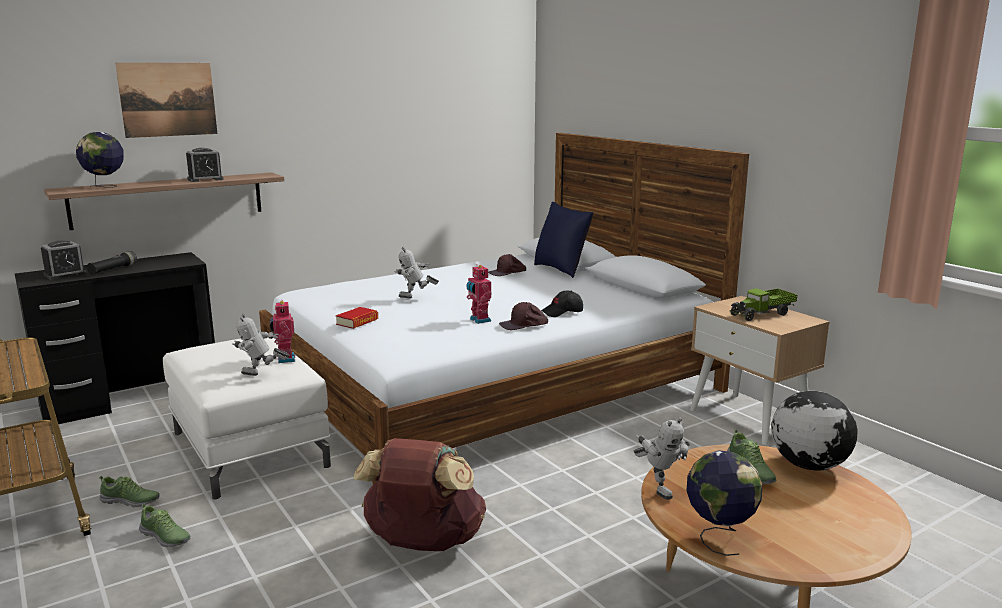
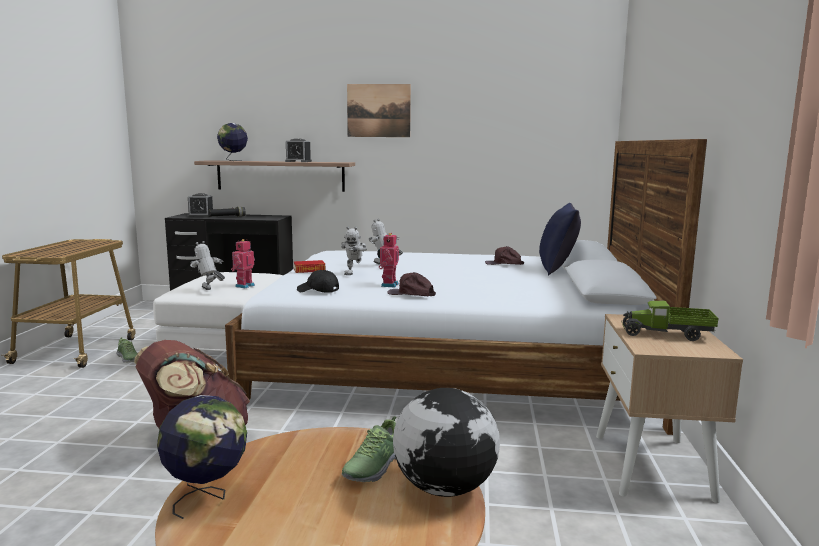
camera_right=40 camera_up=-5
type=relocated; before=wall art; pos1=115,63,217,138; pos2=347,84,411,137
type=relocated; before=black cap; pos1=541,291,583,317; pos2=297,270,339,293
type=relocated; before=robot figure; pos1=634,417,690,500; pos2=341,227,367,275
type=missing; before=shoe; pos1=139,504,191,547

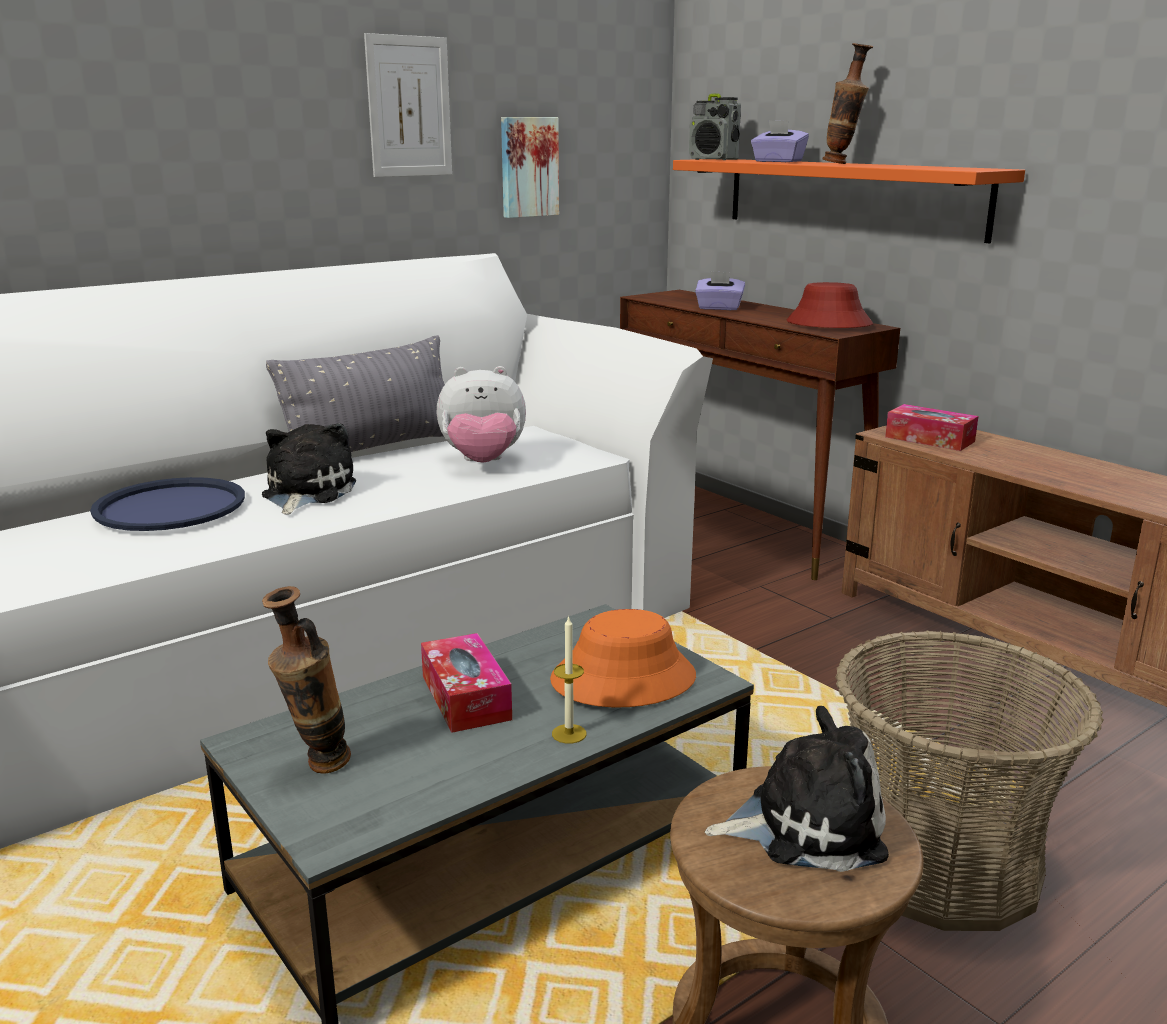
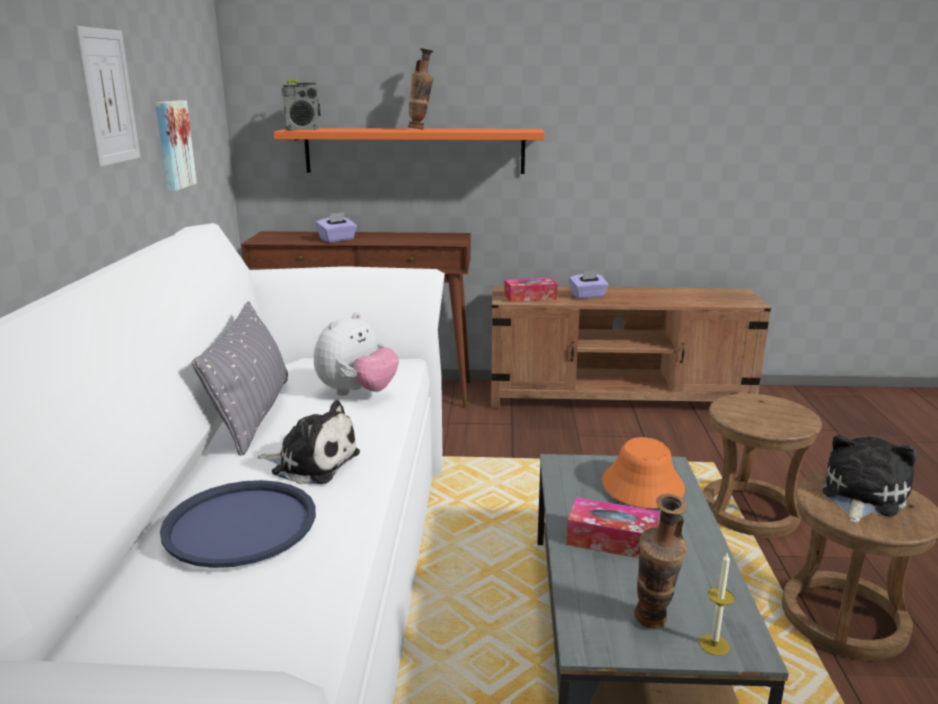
camera_right=-50 camera_up=0
type=relocated; before=purple tissue box; pos1=751,120,809,162; pos2=569,271,609,299
type=missing; before=red-coloured clothing hat; pos1=786,282,873,328
type=spun; before=soft toy; pos1=262,423,356,515; pos2=257,400,360,484; turn=150
type=relocated; before=wax candle; pos1=552,615,586,744; pos2=699,552,735,656
type=exchanged; before=storage basket; after=brown-coloured sitting stool; pos1=835,631,1104,931; pos2=703,394,822,538

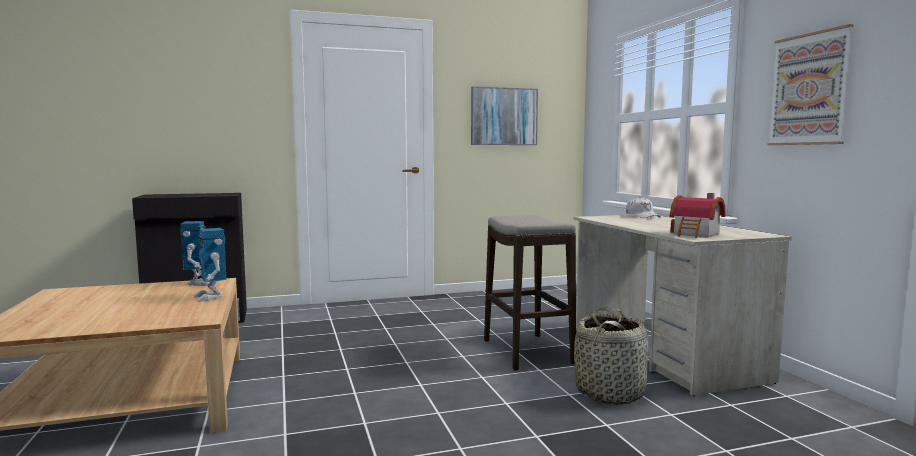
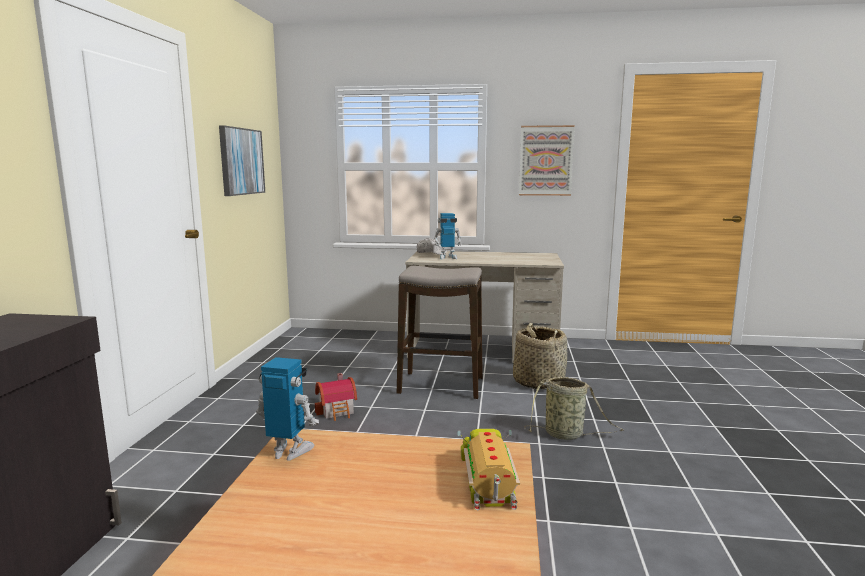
camera_right=-65 camera_up=5
type=relocated; before=model house; pos1=670,193,726,238; pos2=315,373,357,421
type=relocated; before=robot figure; pos1=194,228,227,302; pos2=434,213,462,259
type=appeared; after=storage basket; pos2=524,377,623,440
type=appeared; after=toy lorry; pos2=457,429,520,511

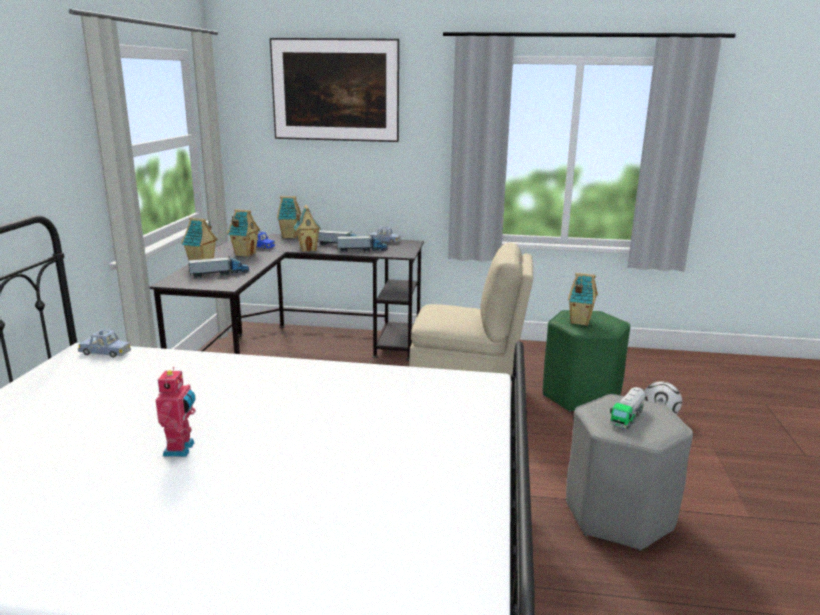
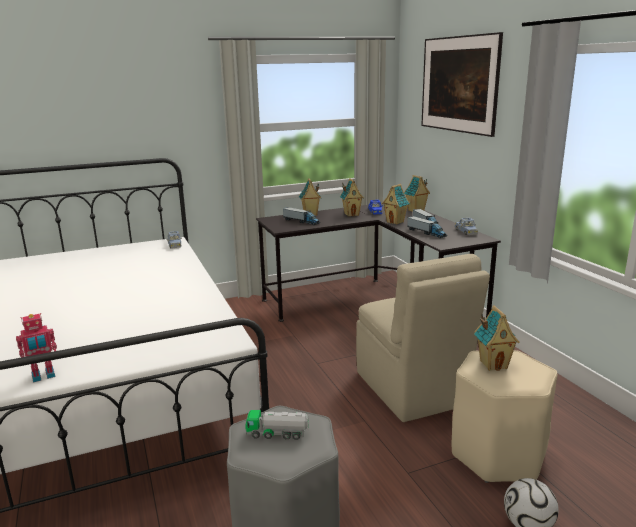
camera_right=60 camera_up=0
type=colour; before=green sitting stool; after=beige sitting stool; pos1=543,310,630,412; pos2=452,350,557,483
type=relocated; before=robot figure; pos1=156,367,196,457; pos2=16,313,57,383

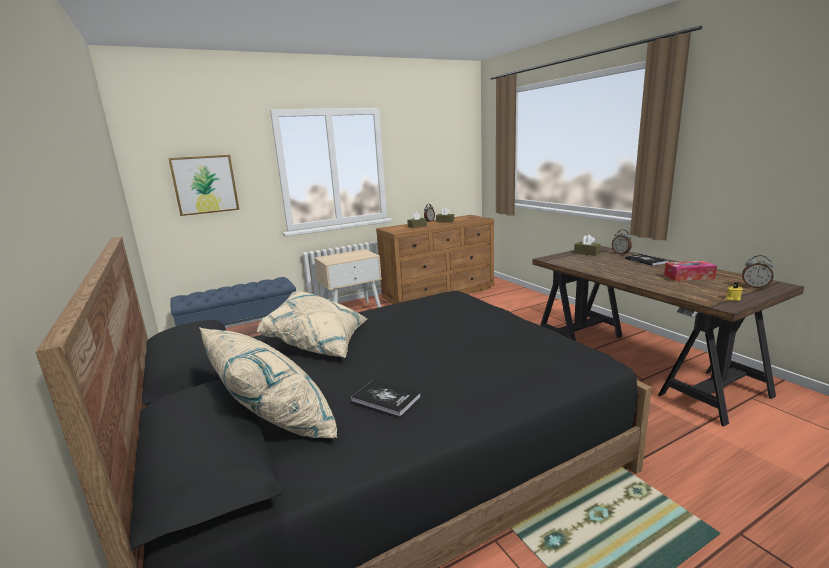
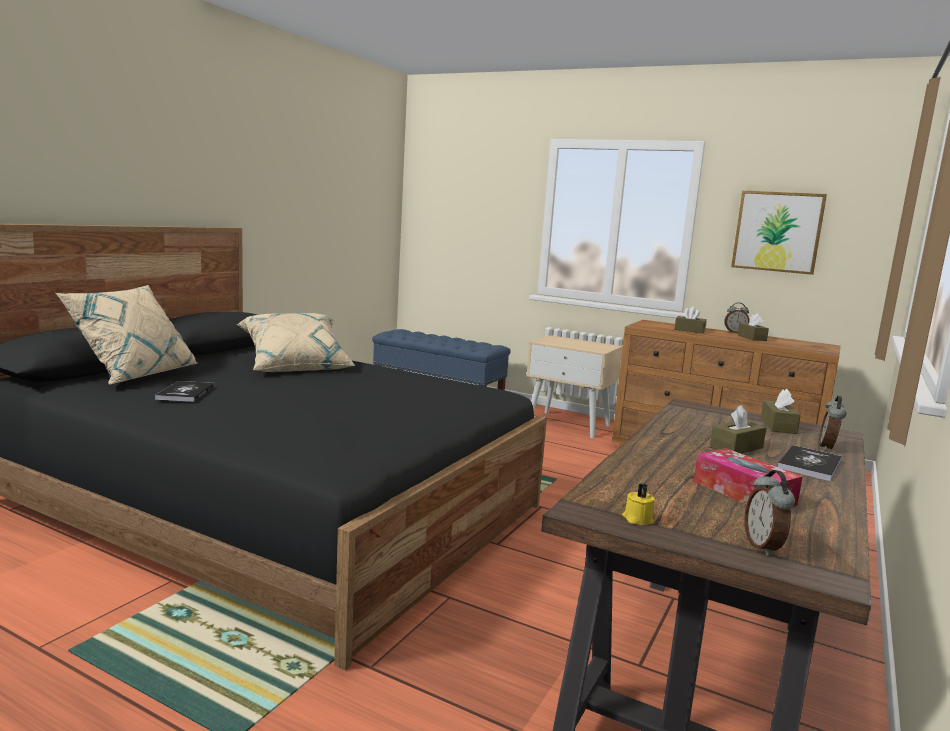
camera_right=55 camera_up=-5
type=relocated; before=wall art; pos1=168,155,239,216; pos2=731,191,827,275
type=appeared; after=brown-coloured tissue box; pos2=710,405,766,454

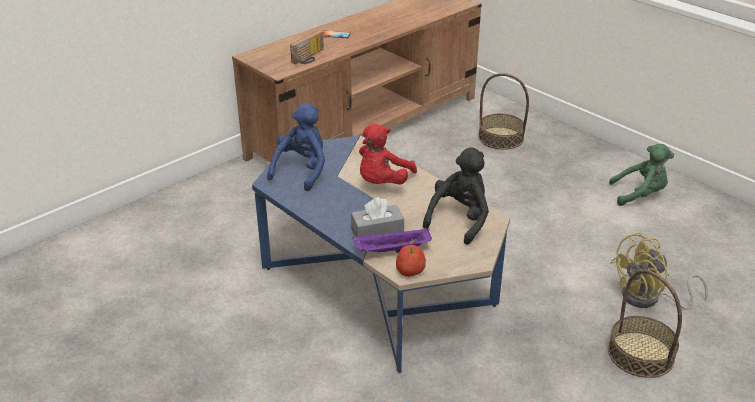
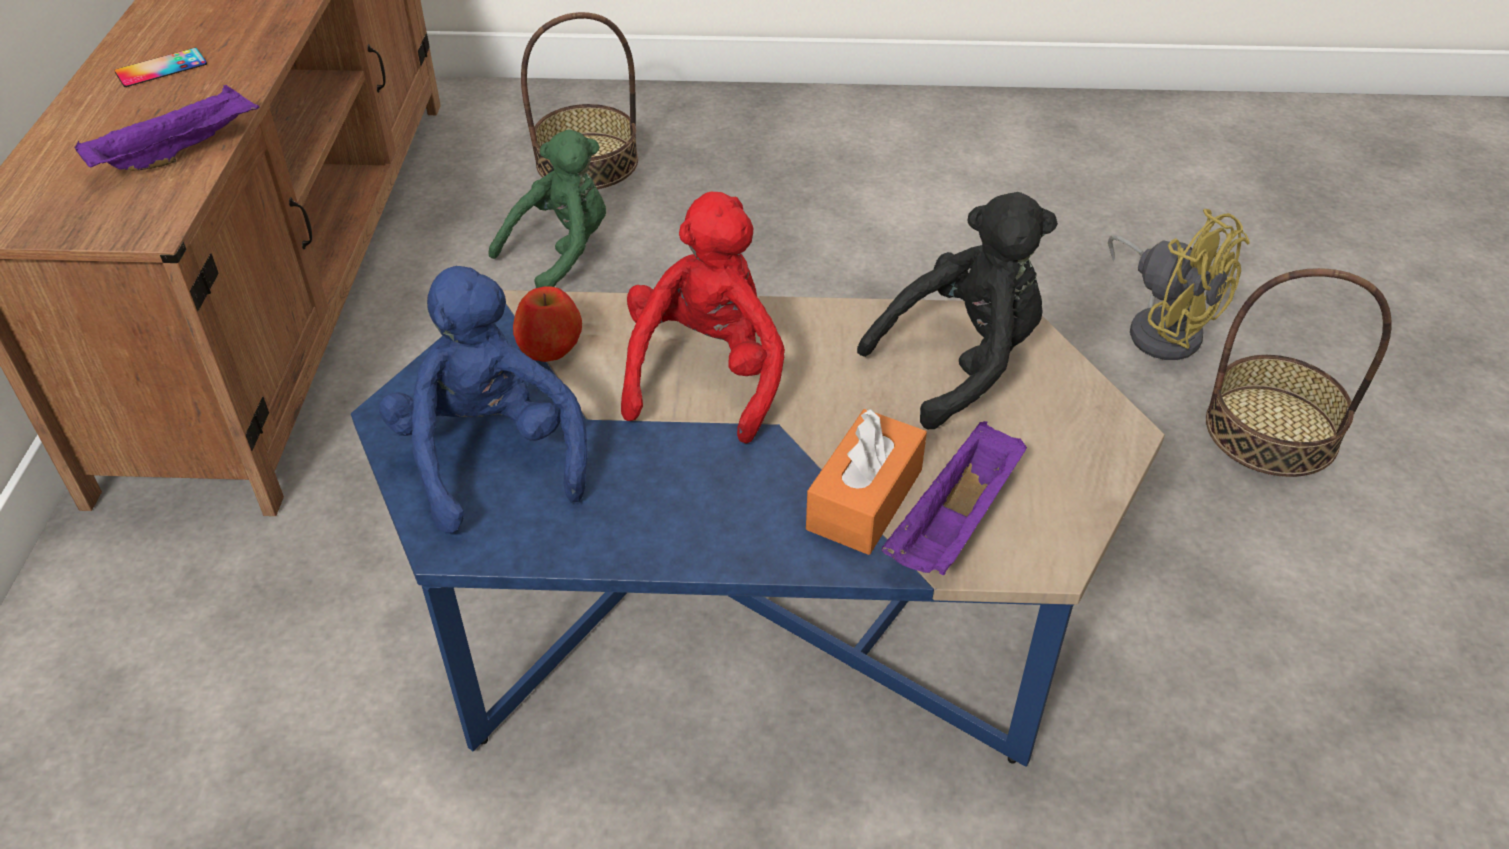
camera_right=-45 camera_up=10
type=exchanged; before=radio set; after=purple serving tray; pos1=290,30,324,64; pos2=75,85,260,171
type=spun; before=red-coloured soft toy; pos1=359,124,417,184; pos2=621,192,785,444; turn=-150
type=relocated; before=green soft toy; pos1=609,144,674,206; pos2=488,129,606,288
type=spun; before=black soft toy; pos1=423,147,489,245; pos2=857,192,1058,429; turn=75
type=colour; before=gray tissue box; after=orangey tissue box; pos1=351,197,404,237; pos2=806,409,927,555
type=spun; before=yellow cooling fan; pos1=610,233,708,310; pos2=1108,209,1250,360; turn=-60
type=relocated; before=apple fruit; pos1=396,245,426,277; pos2=513,287,582,362

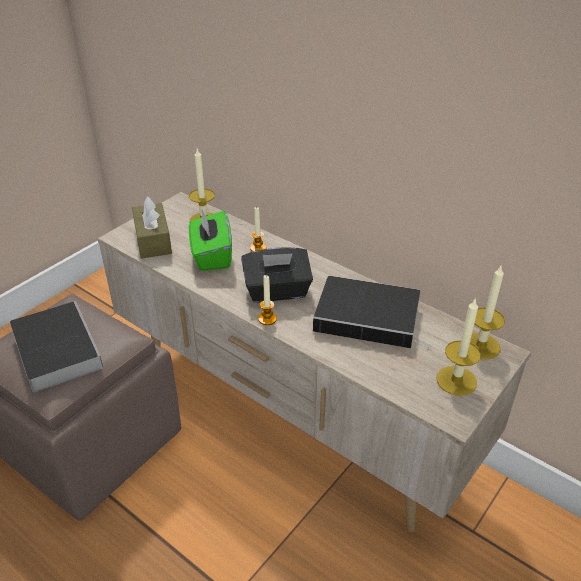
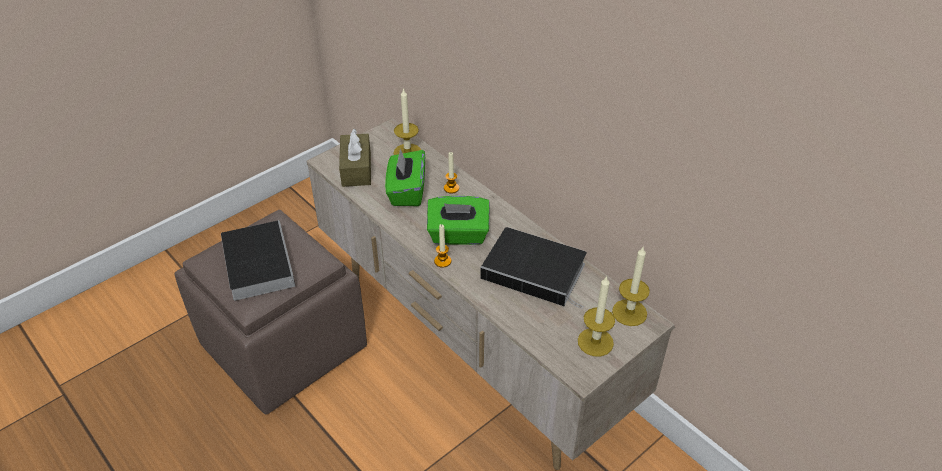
camera_right=10 camera_up=5
type=colour; before=black tissue box; after=green tissue box; pos1=241,247,313,302; pos2=427,196,490,245

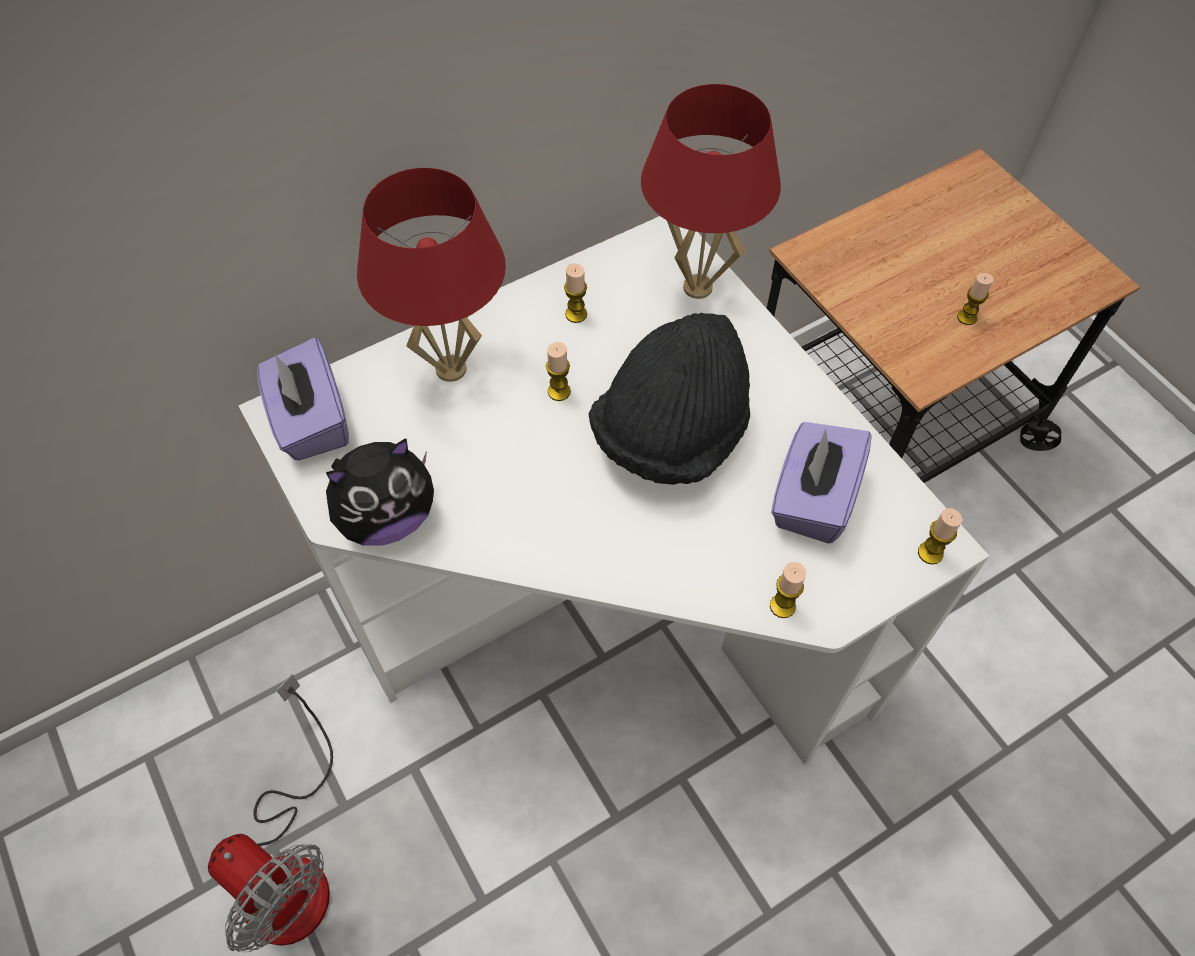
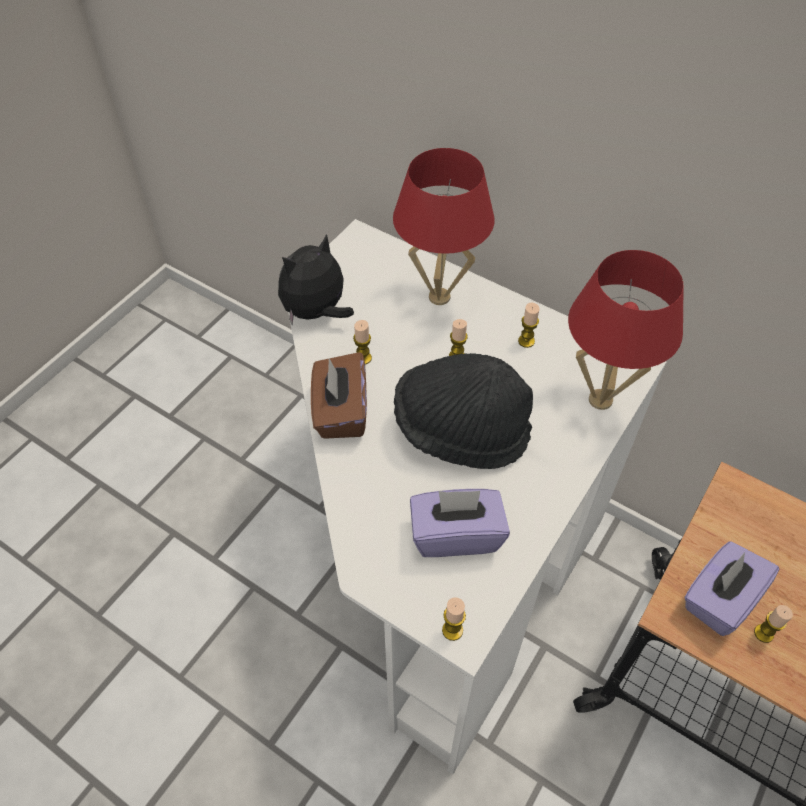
camera_right=65 camera_up=-5
type=relocated; before=purple tissue box; pos1=257,338,349,460; pos2=684,541,779,636
type=spun; before=soft toy; pos1=326,439,434,546; pos2=278,234,354,326; turn=105
type=relocated; before=wax candle; pos1=770,562,806,618; pos2=353,320,372,365
type=missing; before=cooling fan; pos1=208,674,333,952
type=appeared; after=brown-coloured tissue box; pos2=311,352,367,439

